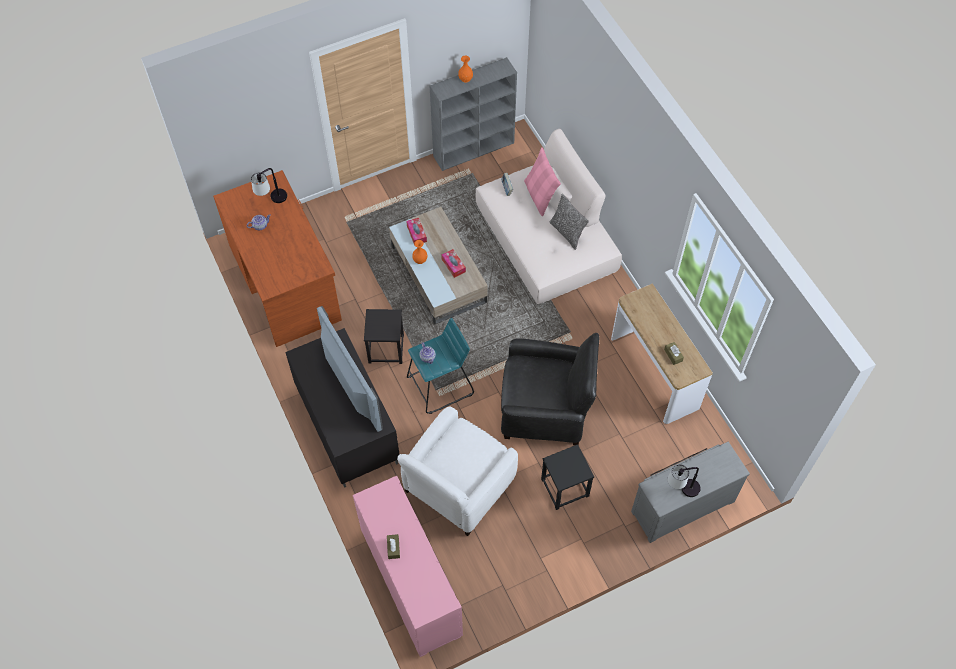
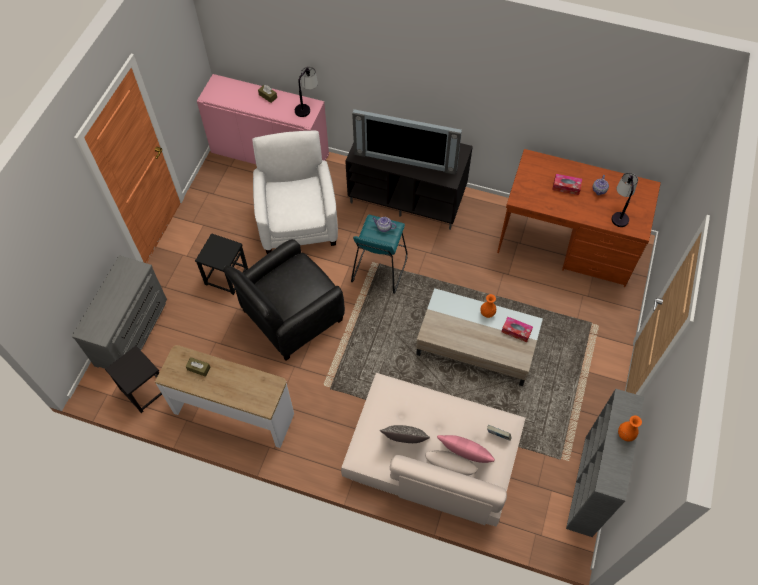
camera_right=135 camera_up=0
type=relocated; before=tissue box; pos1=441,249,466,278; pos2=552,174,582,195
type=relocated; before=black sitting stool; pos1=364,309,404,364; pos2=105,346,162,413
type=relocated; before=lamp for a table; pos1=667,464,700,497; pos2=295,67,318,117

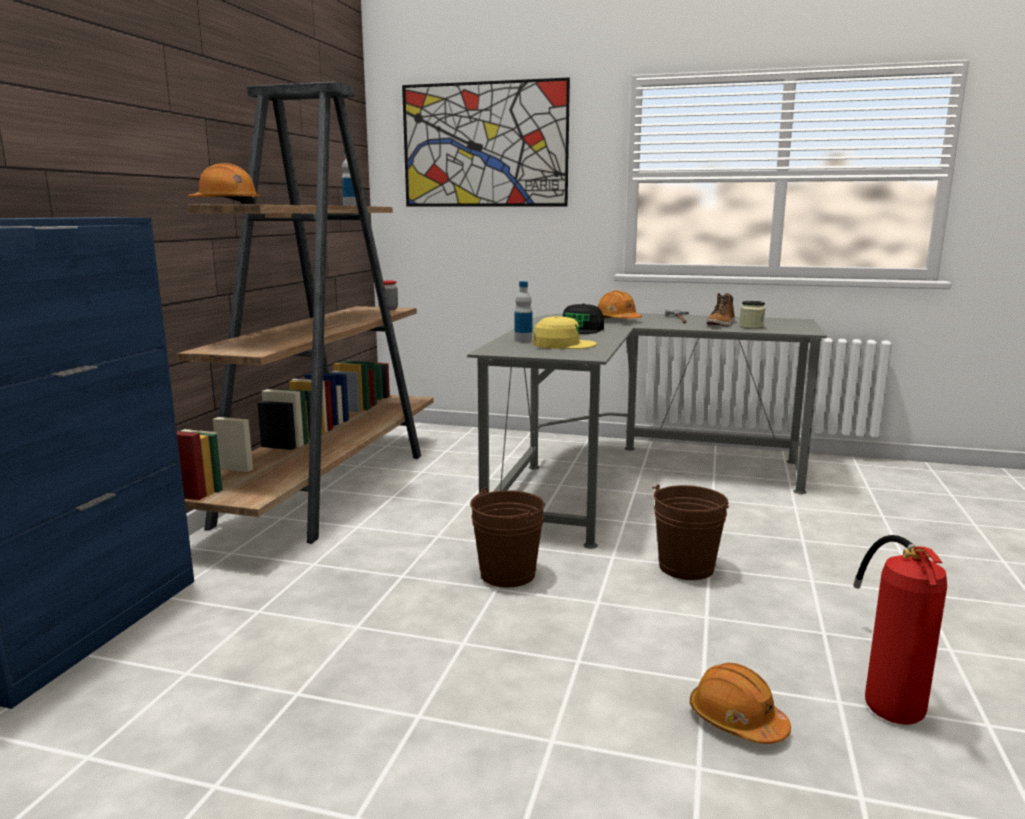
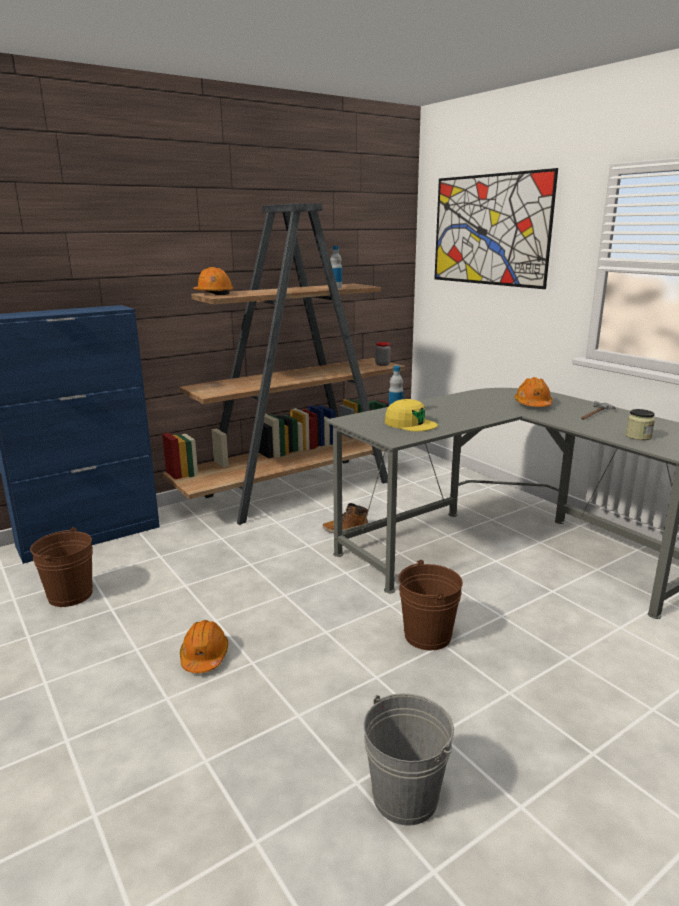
camera_right=40 camera_up=5
type=relocated; before=tall boot; pos1=706,293,735,326; pos2=322,503,368,533
type=missing; before=black cap; pos1=563,304,604,334
type=relocated; before=brown-coloured bucket; pos1=470,488,545,587; pos2=30,527,93,607
type=exchanged; before=fire extinguisher; after=gray bucket; pos1=853,535,947,725; pos2=364,693,454,825
type=relocated; before=orangey safety helmet; pos1=690,663,791,744; pos2=180,620,228,673

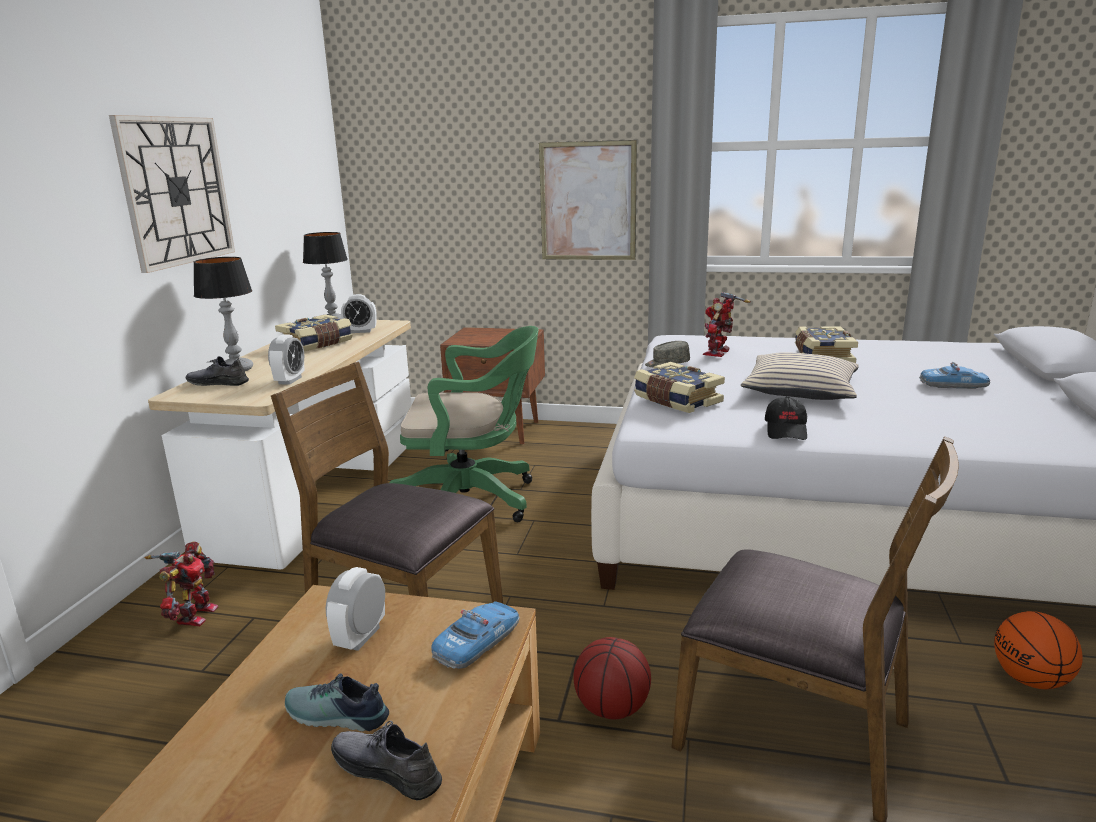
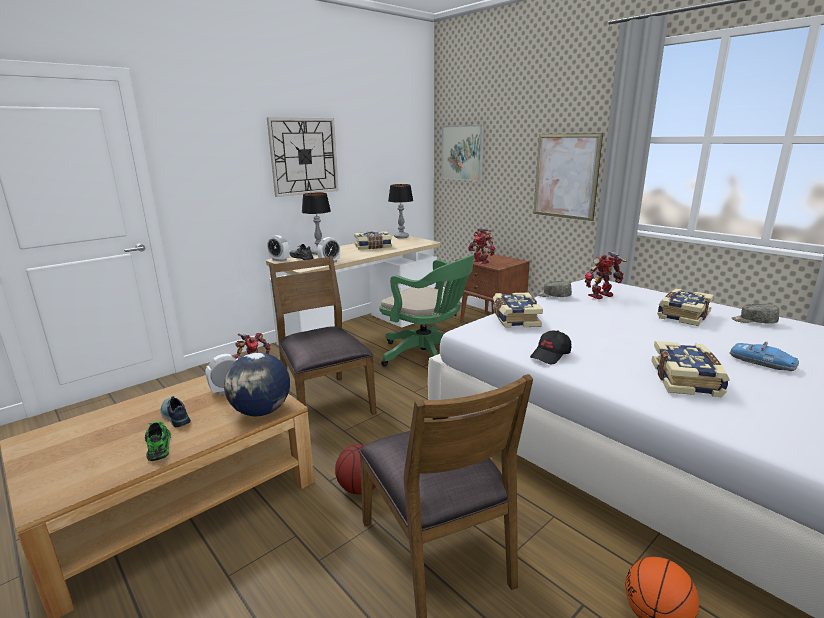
camera_right=35 camera_up=0
type=relocated; before=table clock; pos1=341,294,377,333; pos2=267,235,289,262
type=missing; before=beige throw pillow; pos1=741,352,859,400
type=exchanged; before=model car; after=world globe; pos1=431,601,519,669; pos2=224,352,290,416
type=colour; before=gray shoe; after=green shoe; pos1=331,721,442,801; pos2=145,421,171,461
type=appeared; after=wall art; pos2=442,125,484,182
type=appeared; after=robot figure; pos2=468,229,495,264
type=appeared; after=gray cap; pos2=732,304,779,324
type=appeared; after=volume; pos2=651,341,730,397

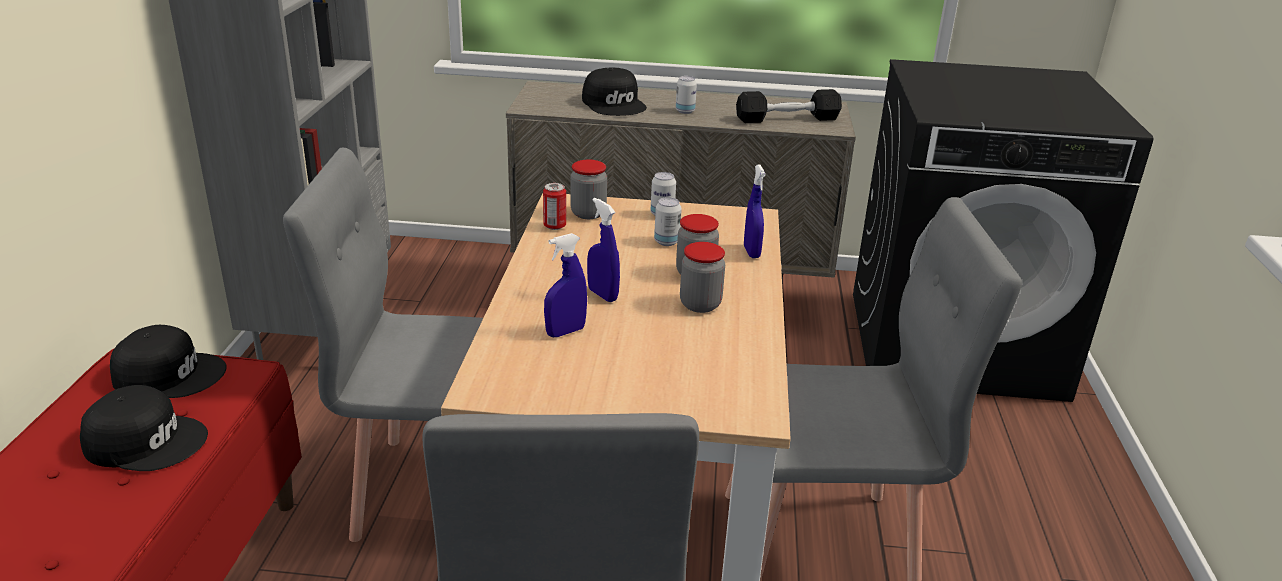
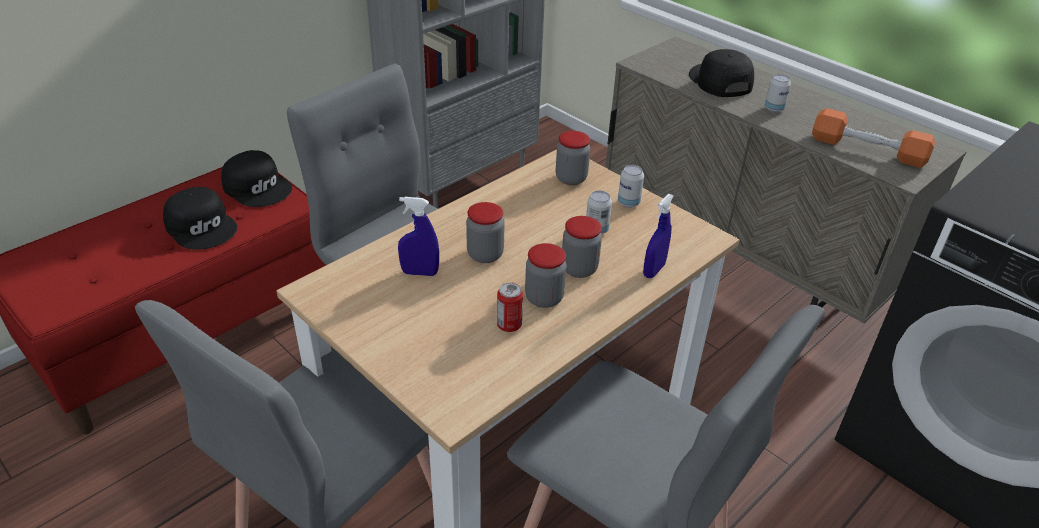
camera_right=40 camera_up=10
type=spun; before=black cap; pos1=582,67,647,116; pos2=689,49,754,97; turn=150
type=colour; before=black hand weight; after=orangey hand weight; pos1=736,89,842,123; pos2=812,108,935,168
type=relocated; before=can; pos1=543,183,566,230; pos2=497,283,523,332
type=exchanged; before=bluish hand sprayer; after=storage jar; pos1=587,198,620,302; pos2=466,202,505,263

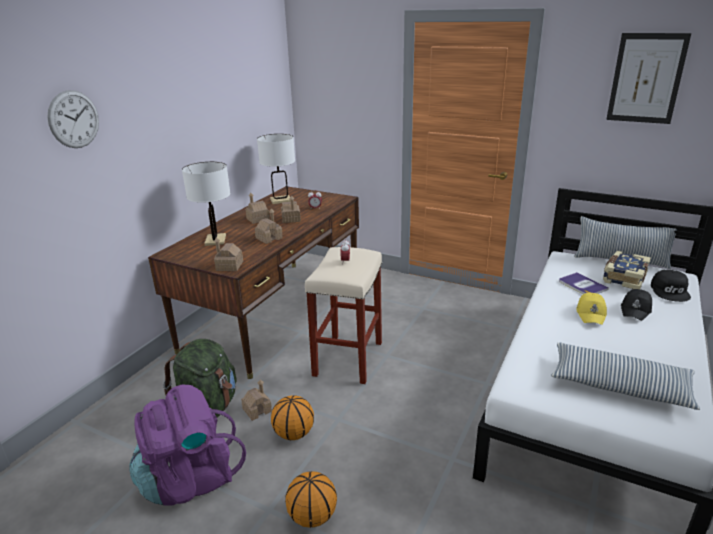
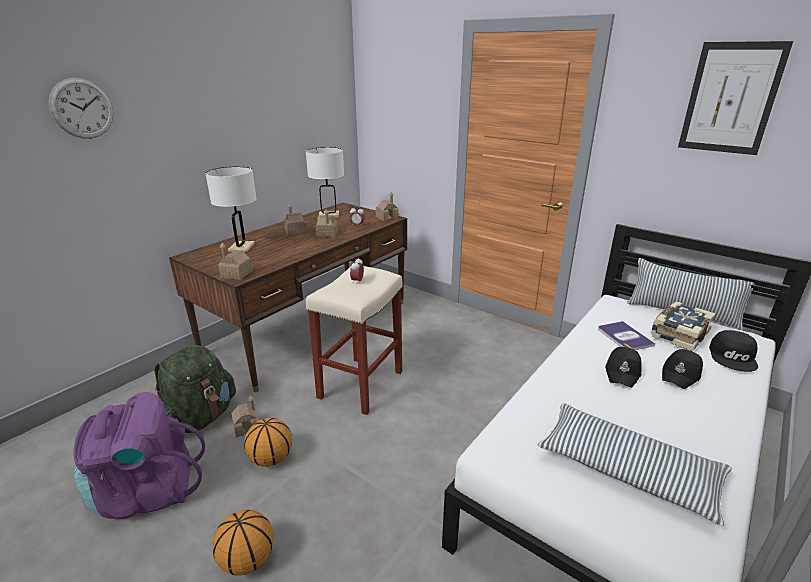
camera_right=10 camera_up=0
type=relocated; before=model house; pos1=255,209,283,244; pos2=376,192,399,221
type=colour; before=yellow cap; after=black cap; pos1=577,293,607,325; pos2=605,347,642,388

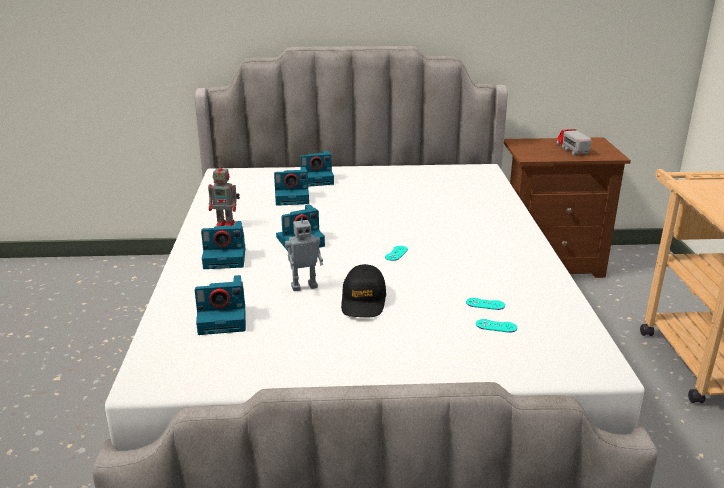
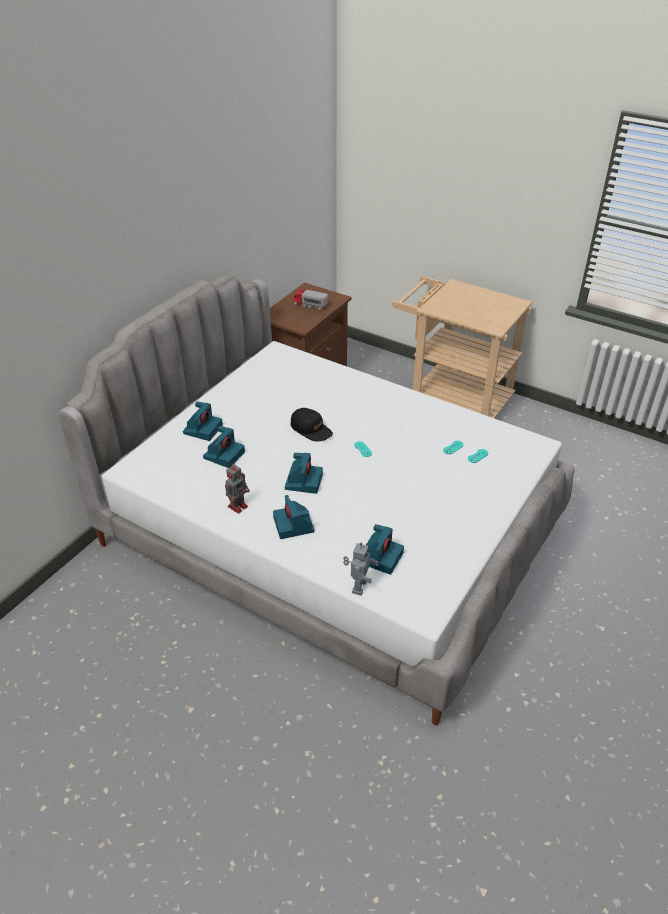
camera_right=-55 camera_up=15
type=relocated; before=robot figure; pos1=285,214,323,291; pos2=343,543,379,595
type=spun; before=photo camera; pos1=201,221,245,269; pos2=273,495,314,539; turn=135
type=relocated; before=black cap; pos1=341,264,386,317; pos2=291,408,333,441

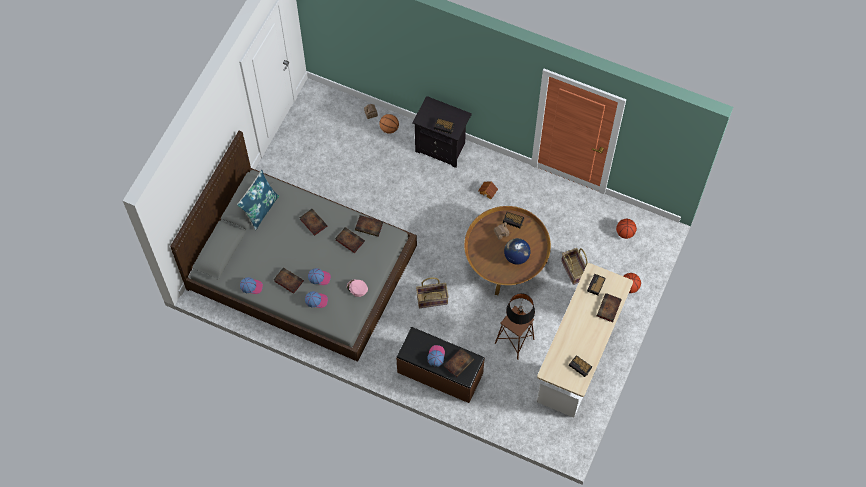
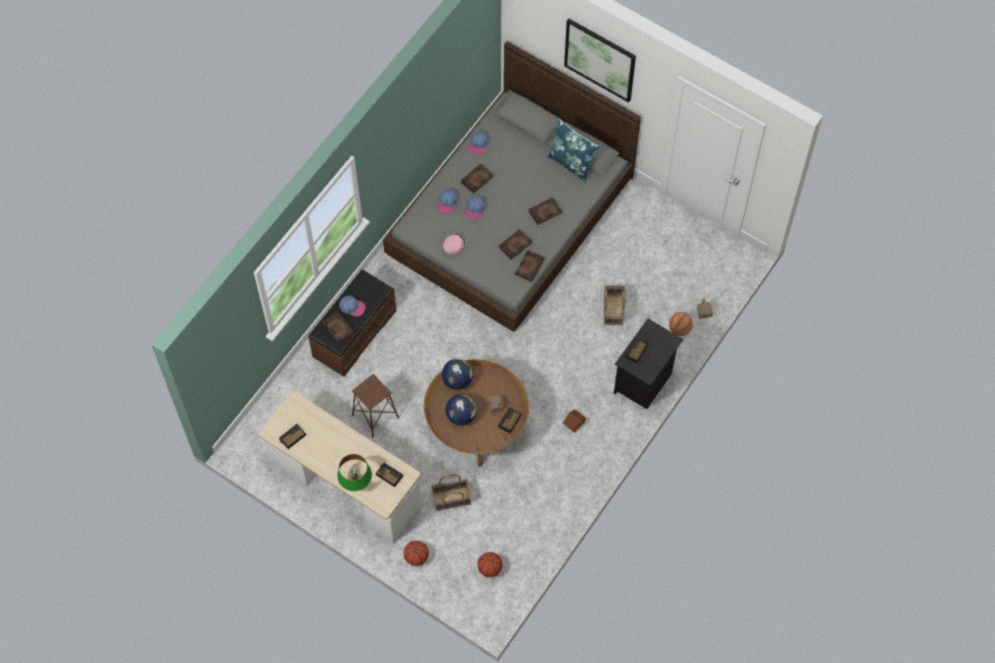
camera_right=100 camera_up=0
type=relocated; before=storage basket; pos1=416,277,449,308; pos2=604,285,626,325
type=missing; before=black lamp for a table; pos1=506,293,535,324
type=exchanged; before=volume; after=green lamp for a table; pos1=597,293,622,322; pos2=337,454,372,491
type=appeared; after=wall art; pos2=564,19,636,103
type=appeared; after=world globe; pos2=442,359,473,390

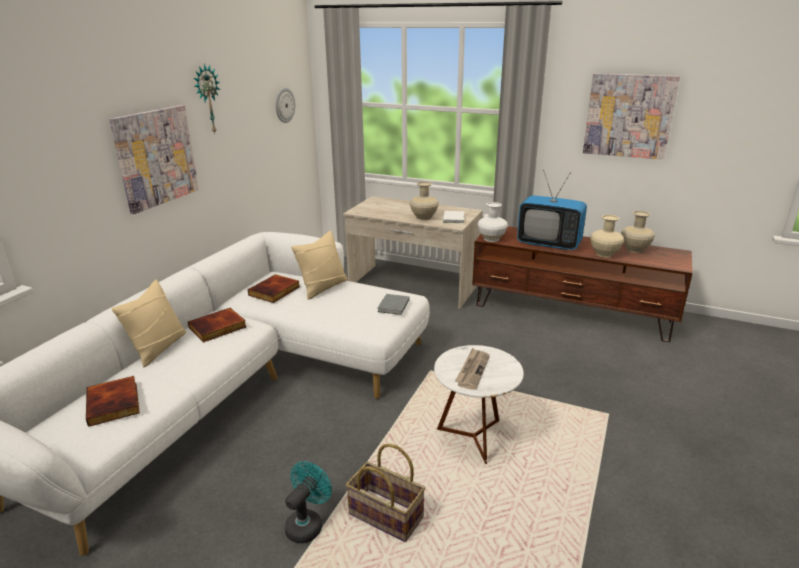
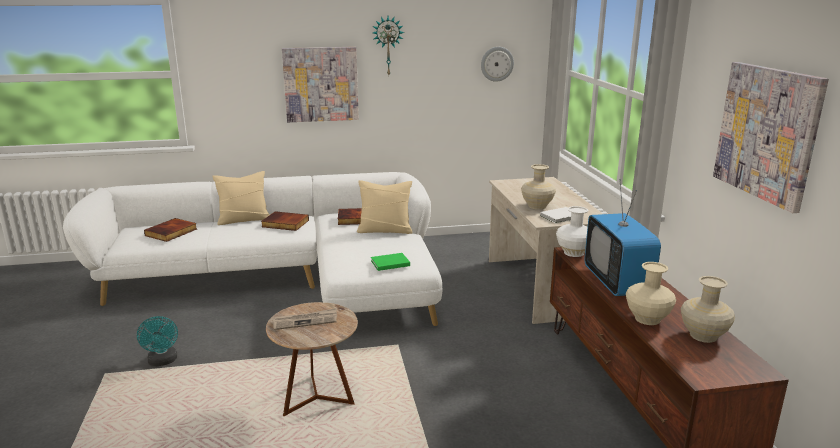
camera_right=55 camera_up=-5
type=colour; before=gray volume; after=green volume; pos1=377,294,410,315; pos2=371,253,410,271
type=colour; before=white-coloured side table; after=brown-coloured side table; pos1=434,345,524,464; pos2=266,302,358,416
type=missing; before=storage basket; pos1=346,443,425,542
type=spun; before=turquoise cooling fan; pos1=285,461,332,543; pos2=137,316,178,366; turn=75

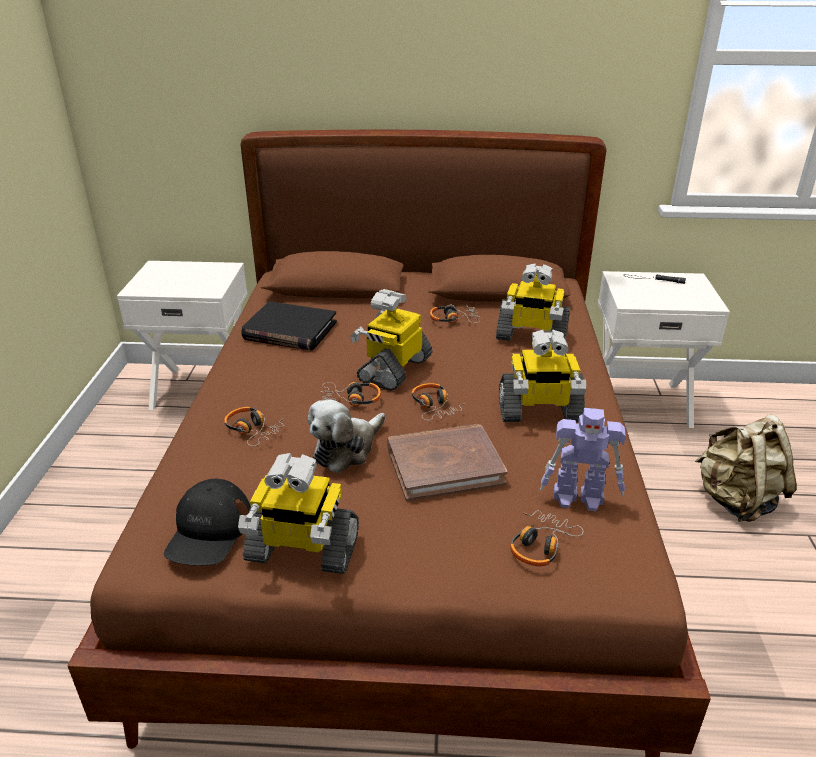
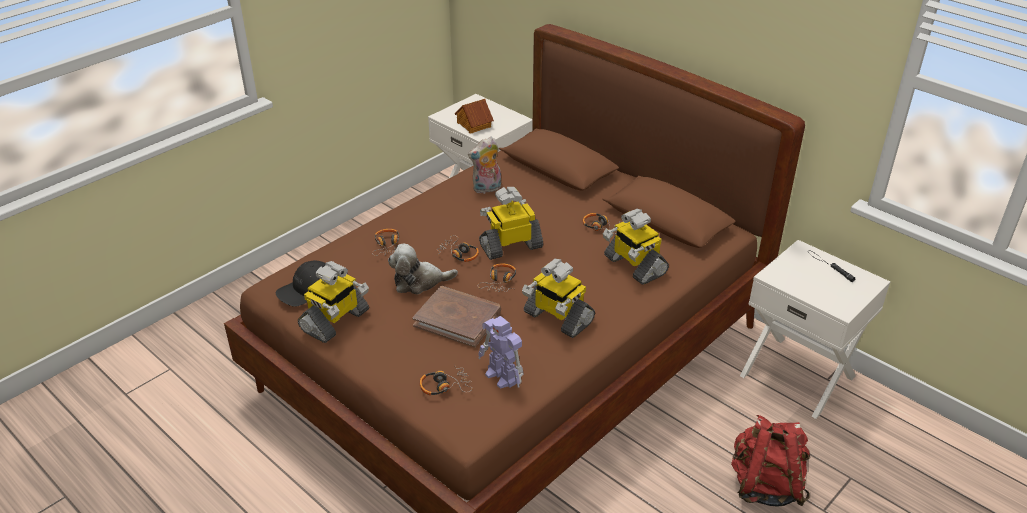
camera_right=40 camera_up=5
type=exchanged; before=black volume; after=soft toy; pos1=241,301,337,351; pos2=468,137,501,194
type=colour; before=beige backpack; after=red-coloured backpack; pos1=695,415,797,522; pos2=731,415,810,507
type=spun; before=robot figure; pos1=238,453,359,574; pos2=298,261,369,343; turn=-105
type=appeared; after=model house; pos2=455,99,494,134

